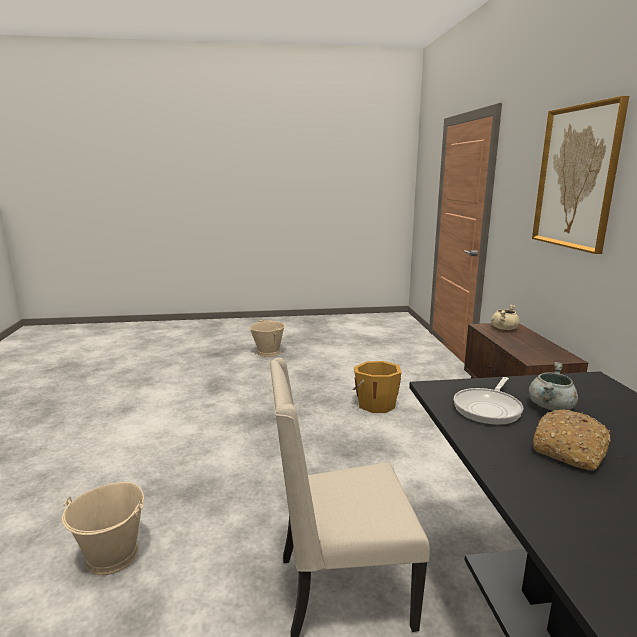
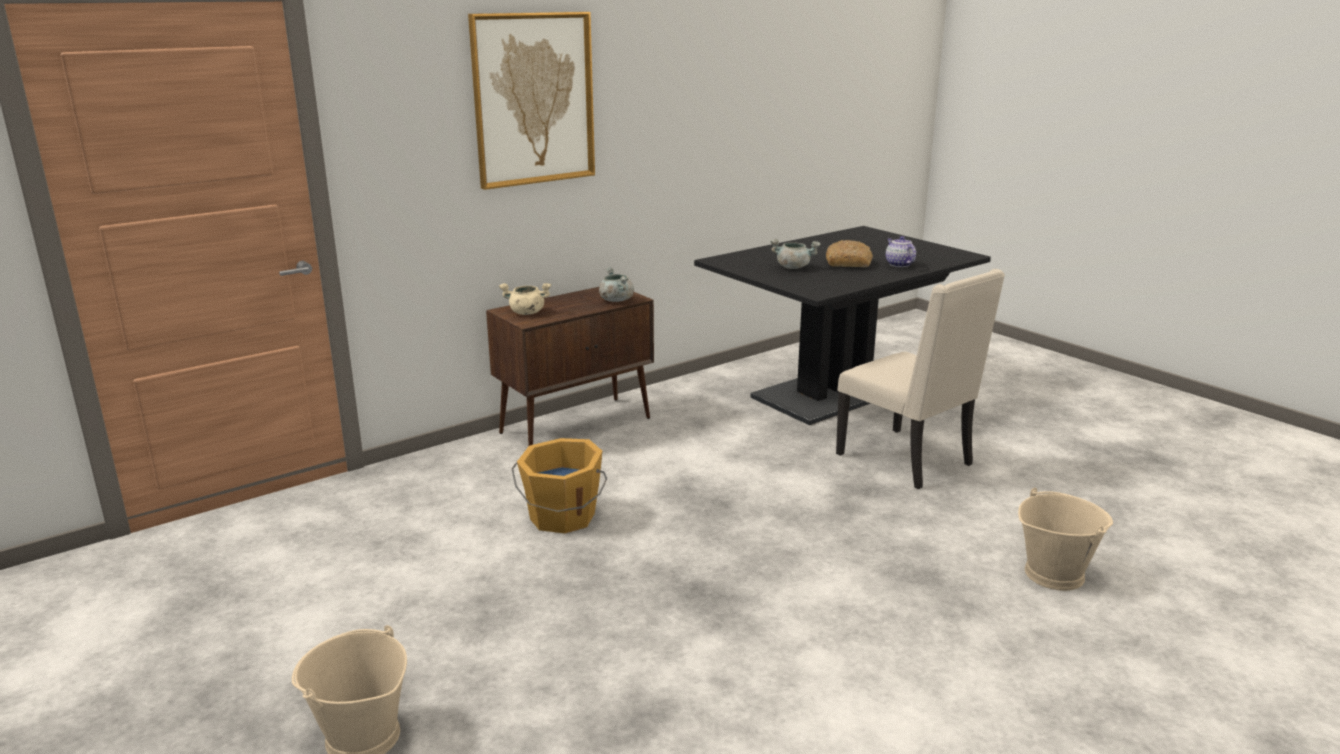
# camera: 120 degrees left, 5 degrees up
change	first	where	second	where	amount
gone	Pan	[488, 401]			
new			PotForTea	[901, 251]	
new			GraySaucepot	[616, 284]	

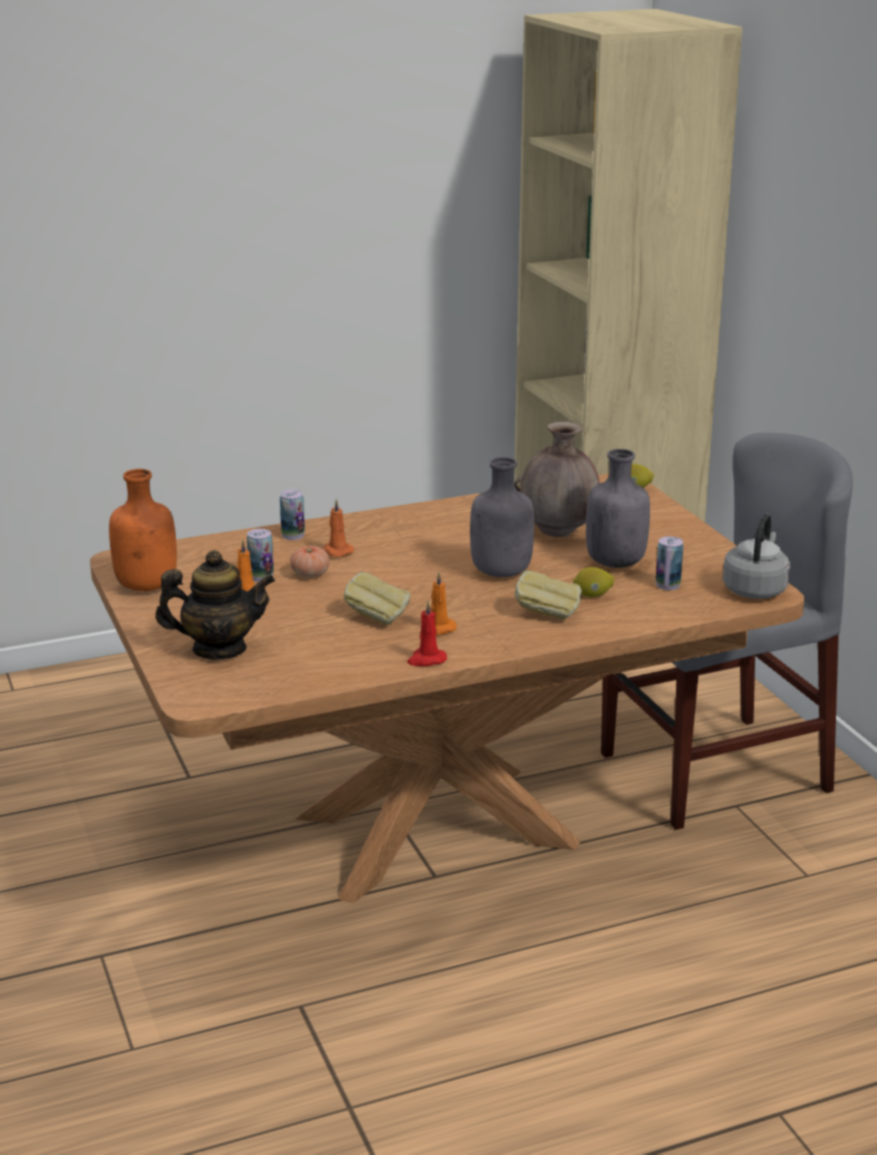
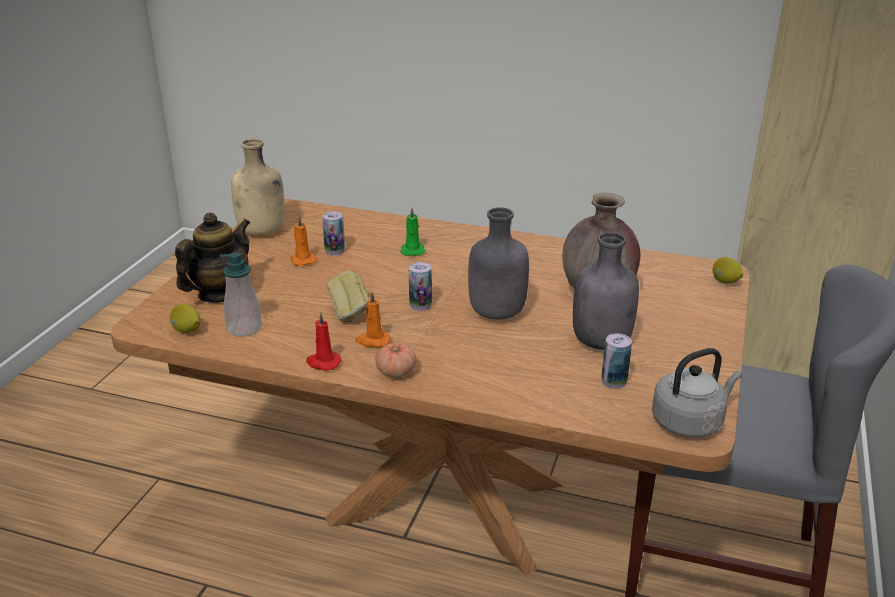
# camera: 40 degrees right, 5 degrees up
change	first	where	second	where	amount
repainted	OrangeyBeverageBottle	[143, 530]	BeigeColouredBeverageBottle	[258, 187]	
shifted	Can	[292, 515]		[420, 286]	
repainted	OrangeyCandle	[338, 528]	GreenishCandle	[413, 232]	
shifted	Tomato	[310, 562]		[396, 360]	
rotated	PotForTea	[215, 605]		[212, 257]	90 degrees counterclockwise
shifted	CitrusFruit	[594, 582]		[185, 318]	
gone	Bread	[548, 595]			
new			SoapDispenser	[240, 294]	

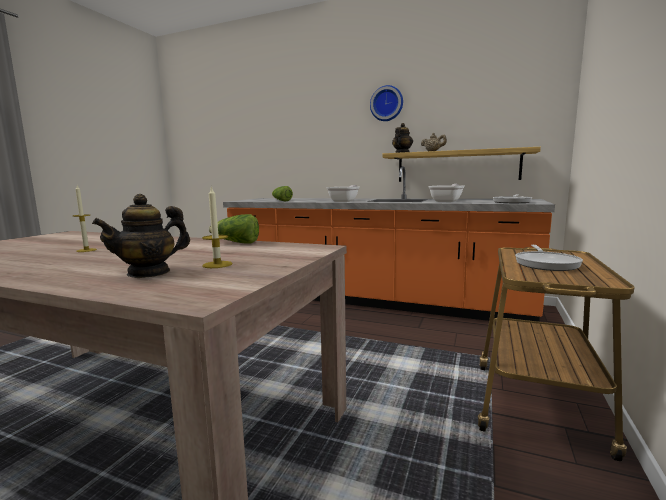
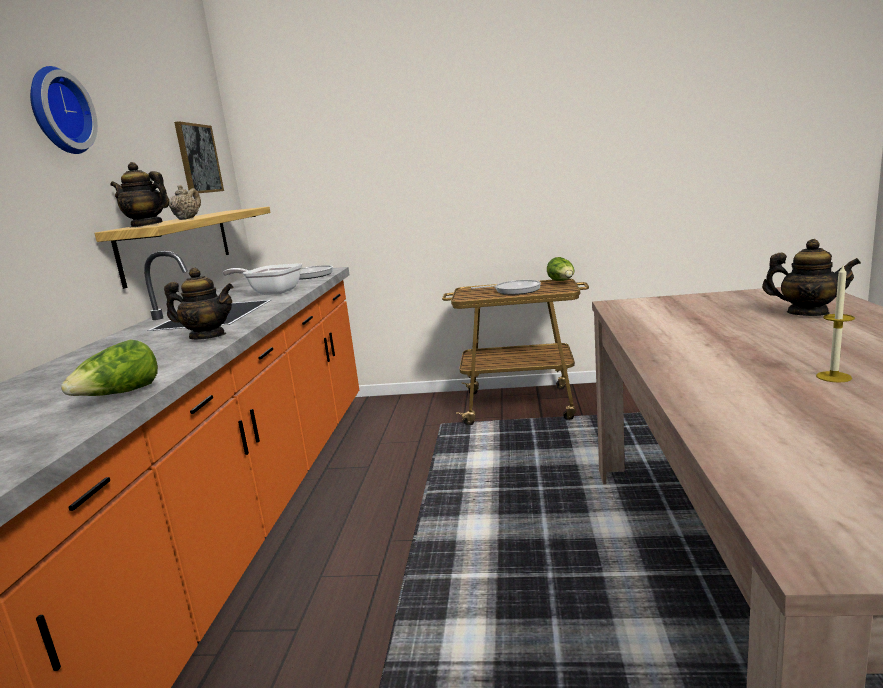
# camera: 105 degrees left, 5 degrees up
change	first	where	second	where	amount
swapped	Pan	[343, 193]	PotForTea	[198, 304]	
gone	Candle	[217, 227]			
shifted	LettuceHead	[234, 229]		[561, 269]	
new			WallArt	[199, 157]	

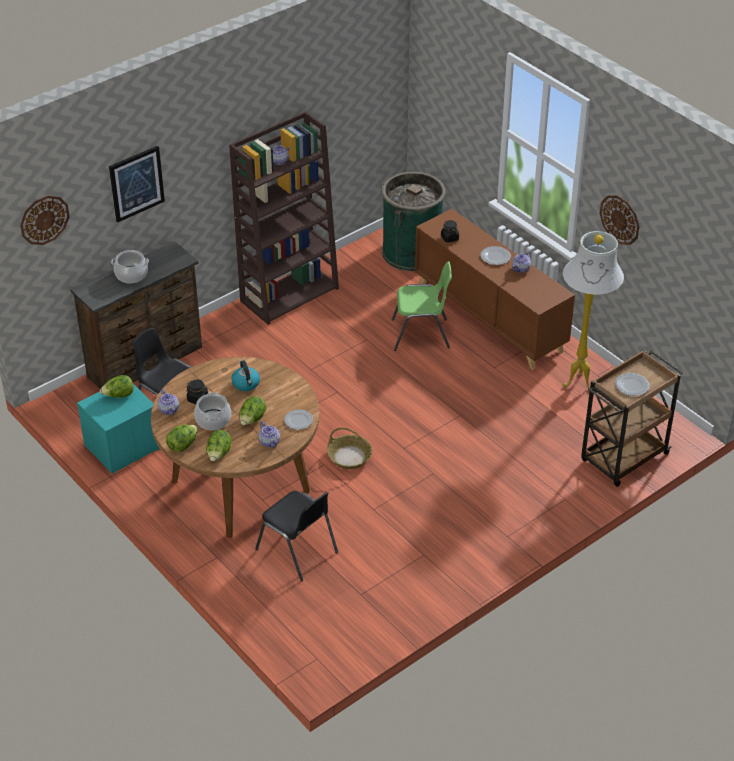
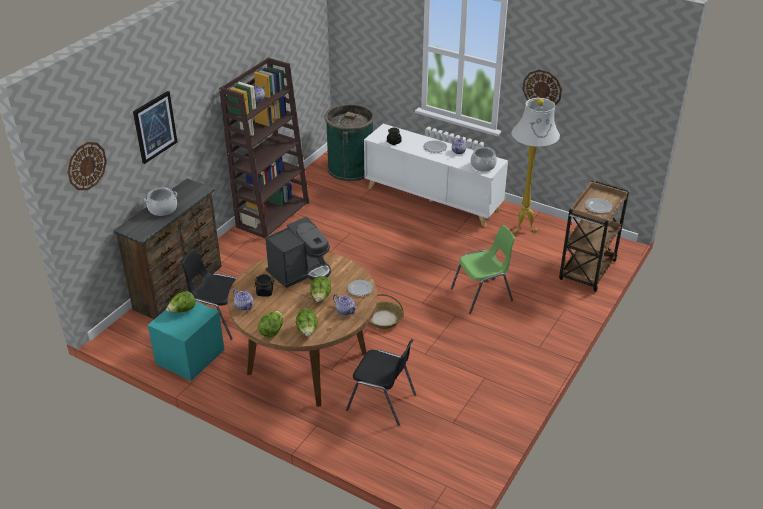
# camera: 20 degrees left, 5 degrees down
change	first	where	second	where	amount
repainted	BrownCabinet	[495, 289]	WhiteColouredCabinet	[436, 175]	
shifted	GreenishUprightChair	[421, 306]		[483, 269]	
swapped	WaterKettle	[245, 375]	CoffeeMaker	[298, 252]	
shifted	Saucepot	[212, 411]		[484, 159]	

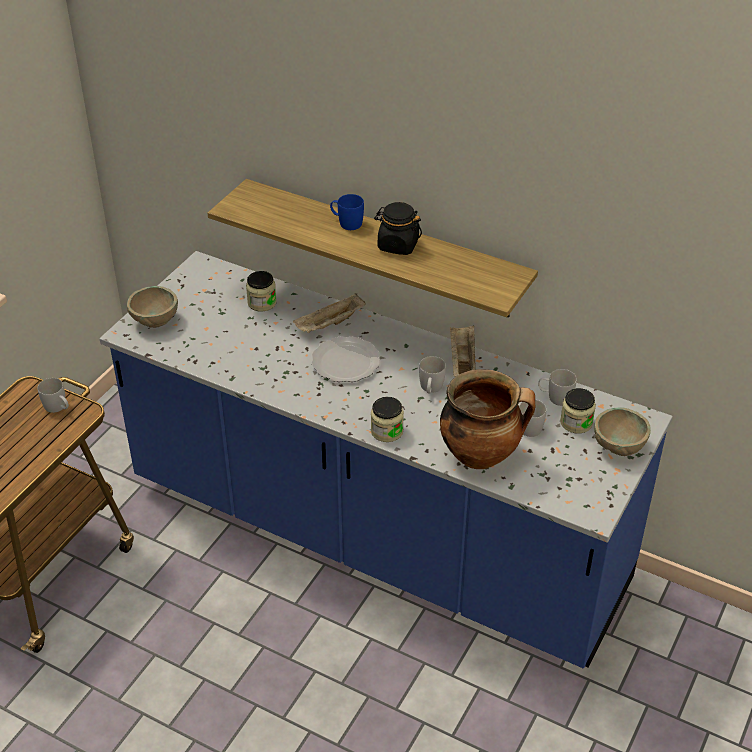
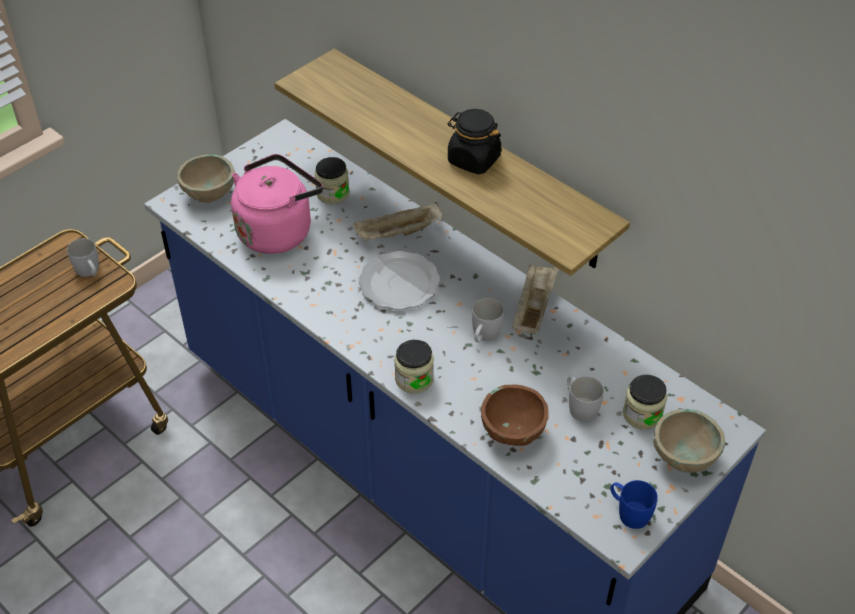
# camera: 15 degrees right, 5 degrees up
change	first	where	second	where	amount
shifted	BlueColouredMug	[347, 212]		[634, 504]	
swapped	Saucepot	[487, 419]	BrownDeepDish	[515, 415]	
gone	WhiteColouredMug	[557, 387]			
new			PinkishWaterKettle	[277, 204]	

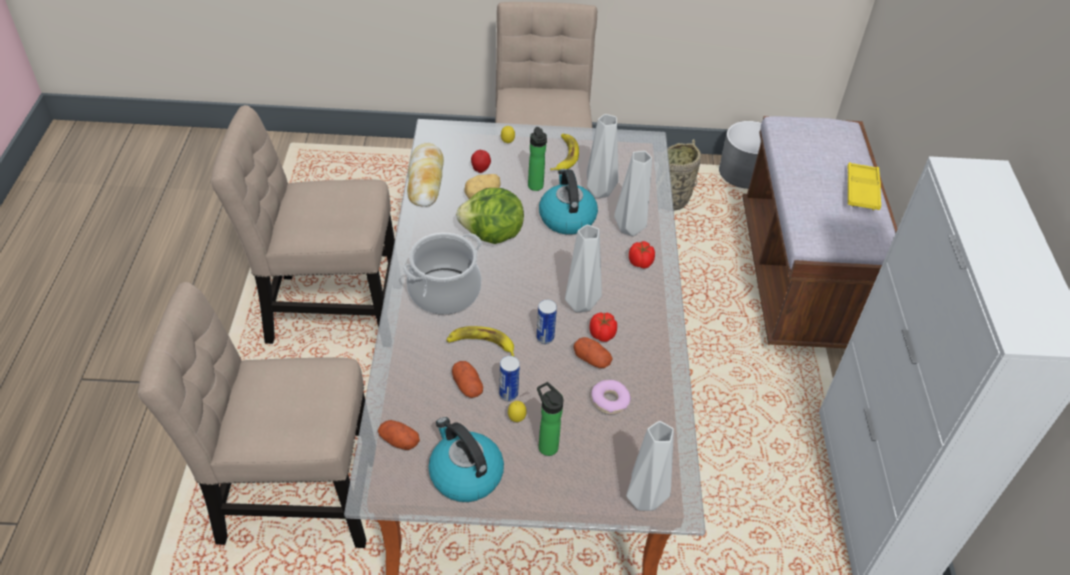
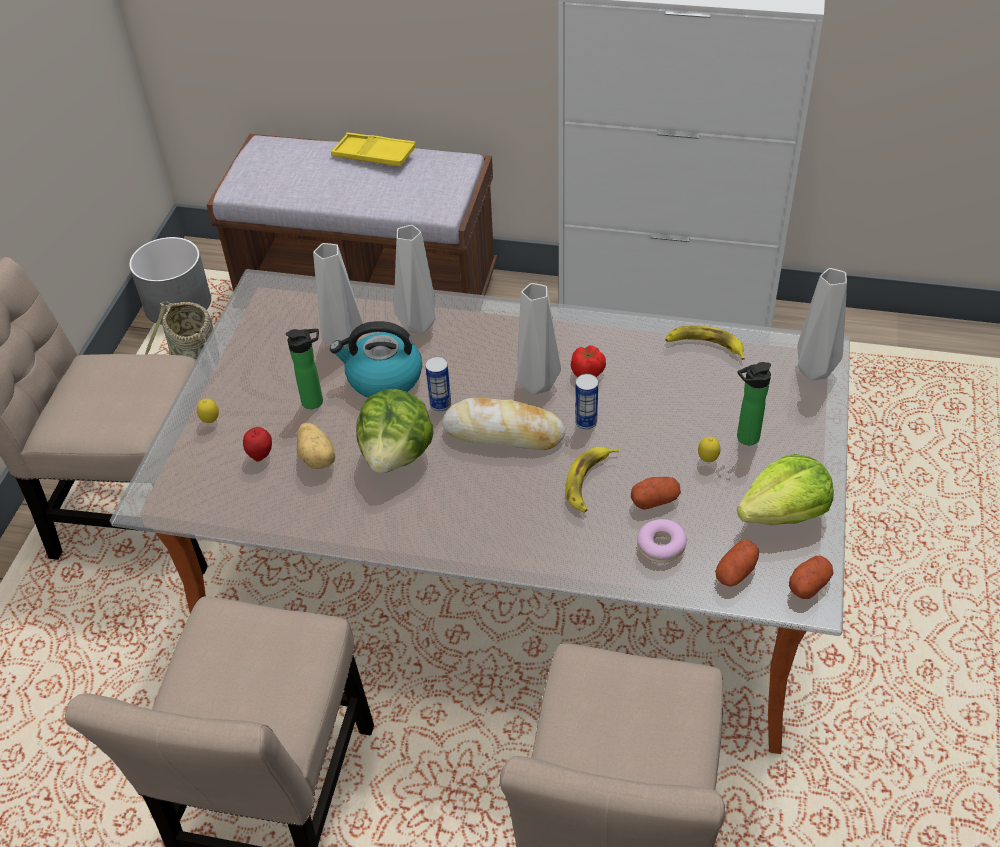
# camera: 75 degrees left, 0 degrees up
change	first	where	second	where	amount
shifted	BananaFruit	[564, 152]		[705, 342]	
shifted	Bread	[425, 175]		[504, 424]	
gone	Saucepot	[442, 274]			
gone	Tomato	[642, 254]			
shifted	Potato	[593, 352]		[811, 577]	
shifted	Can	[509, 378]		[438, 383]	
shifted	RingDoughnut	[611, 397]		[662, 541]	
swapped	WaterKettle	[466, 459]	LettuceHead	[785, 489]	

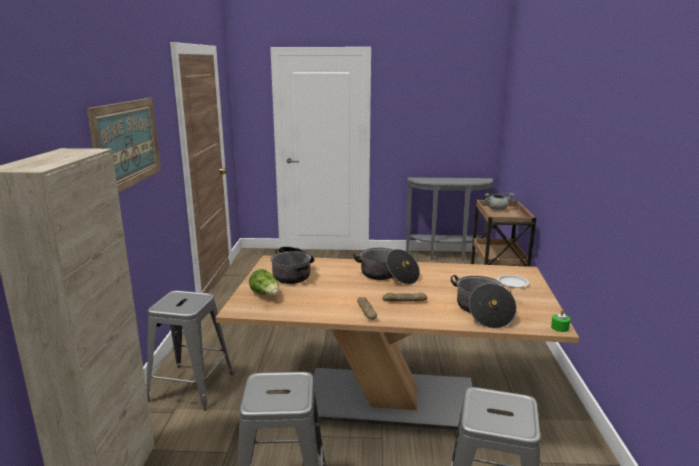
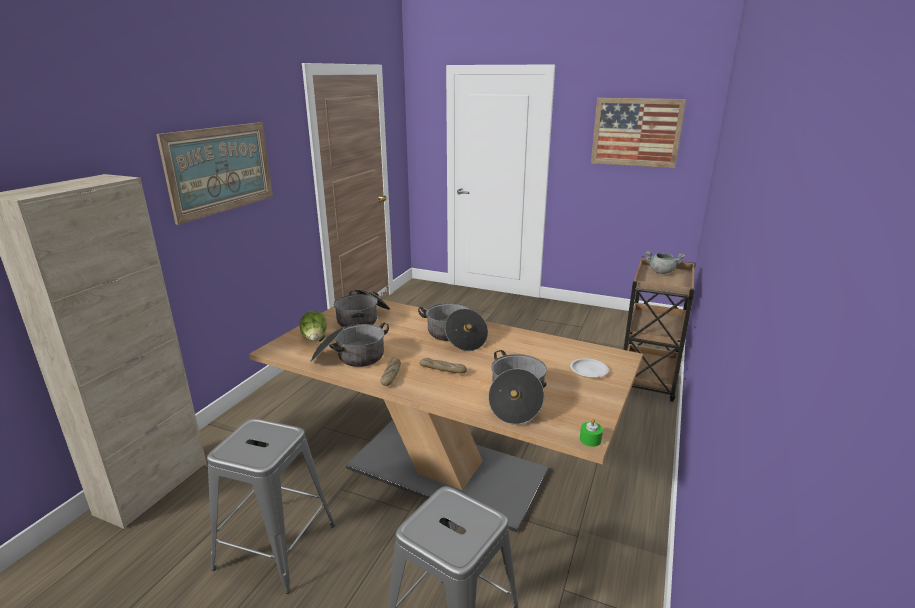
# camera: 20 degrees right, 5 degrees up
change	first	where	second	where	amount
gone	GrayConsoleTable	[450, 218]			
gone	GraySittingStool	[189, 350]			
new			WallArt	[638, 133]	
new			Saucepot	[349, 345]	

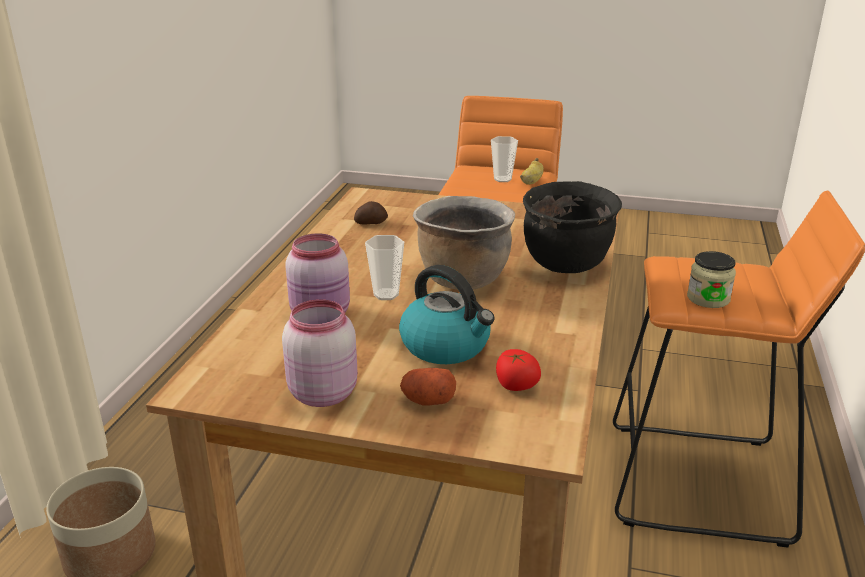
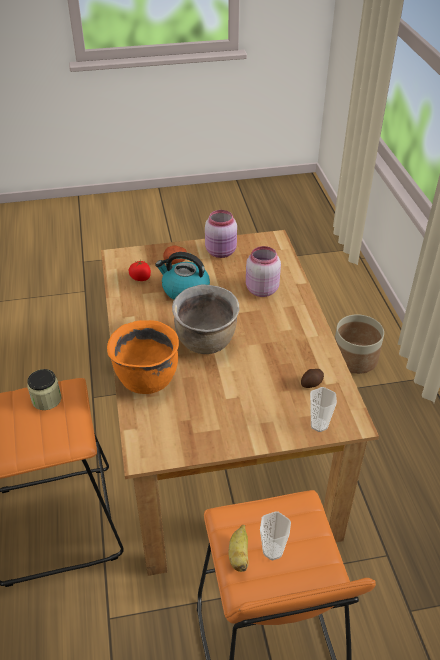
# camera: 155 degrees right, 15 degrees up
change	first	where	second	where	amount
repainted	BlackishSaucepot	[572, 227]	OrangeySaucepot	[143, 357]	
shifted	SmallCup	[384, 267]		[323, 409]	

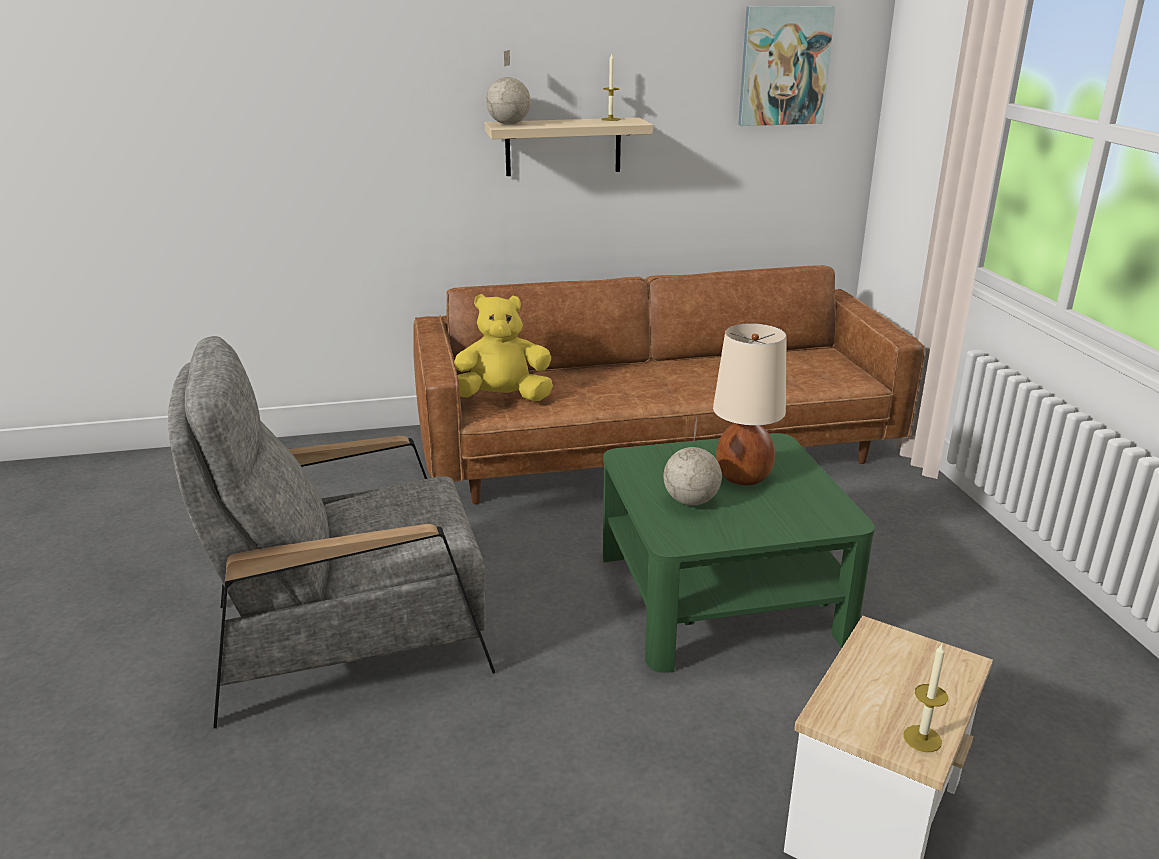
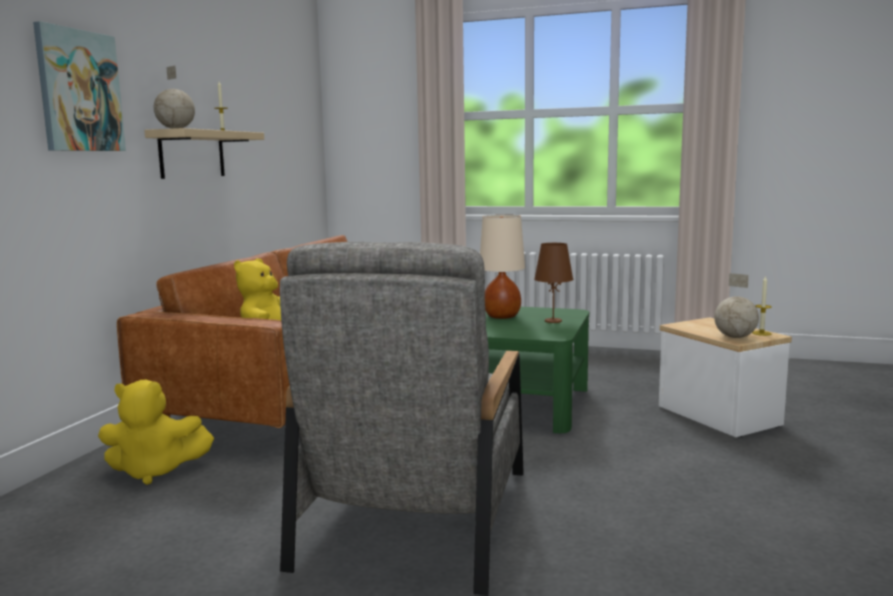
# camera: 60 degrees left, 15 degrees down
change	first	where	second	where	amount
shifted	WallArt	[786, 66]		[79, 86]	
shifted	DeskGlobe	[692, 461]		[736, 305]	
new			BrownTabletopLamp	[553, 283]	
new			YellowColouredCuddlyToy	[156, 432]	

